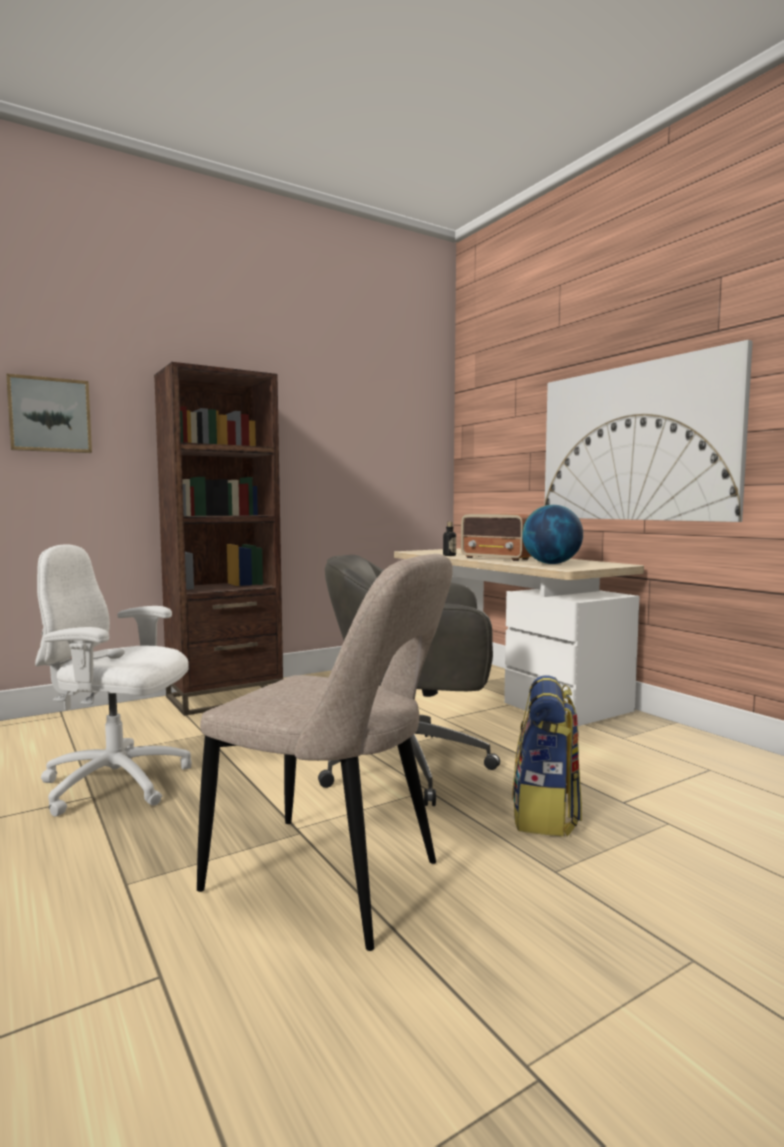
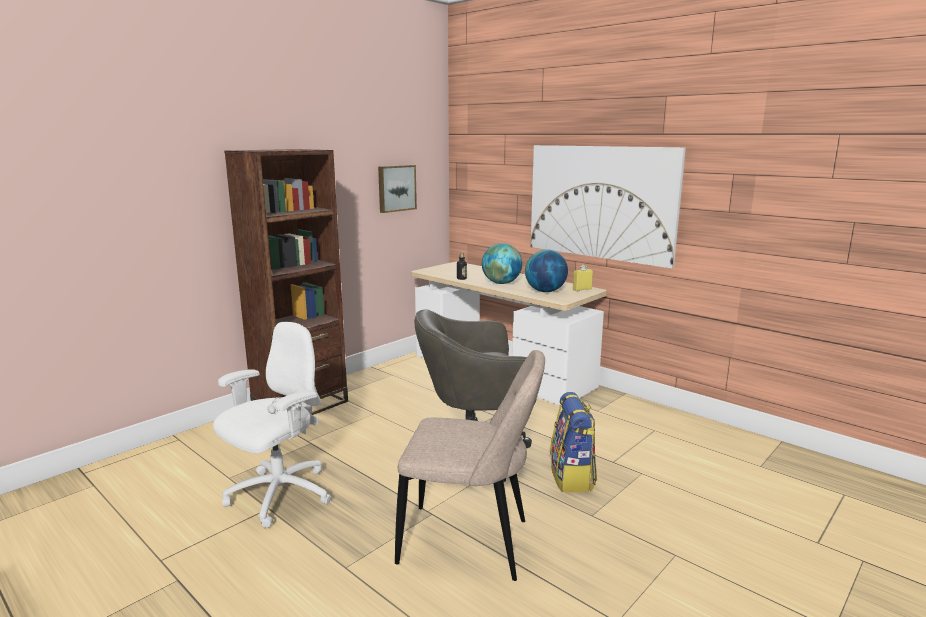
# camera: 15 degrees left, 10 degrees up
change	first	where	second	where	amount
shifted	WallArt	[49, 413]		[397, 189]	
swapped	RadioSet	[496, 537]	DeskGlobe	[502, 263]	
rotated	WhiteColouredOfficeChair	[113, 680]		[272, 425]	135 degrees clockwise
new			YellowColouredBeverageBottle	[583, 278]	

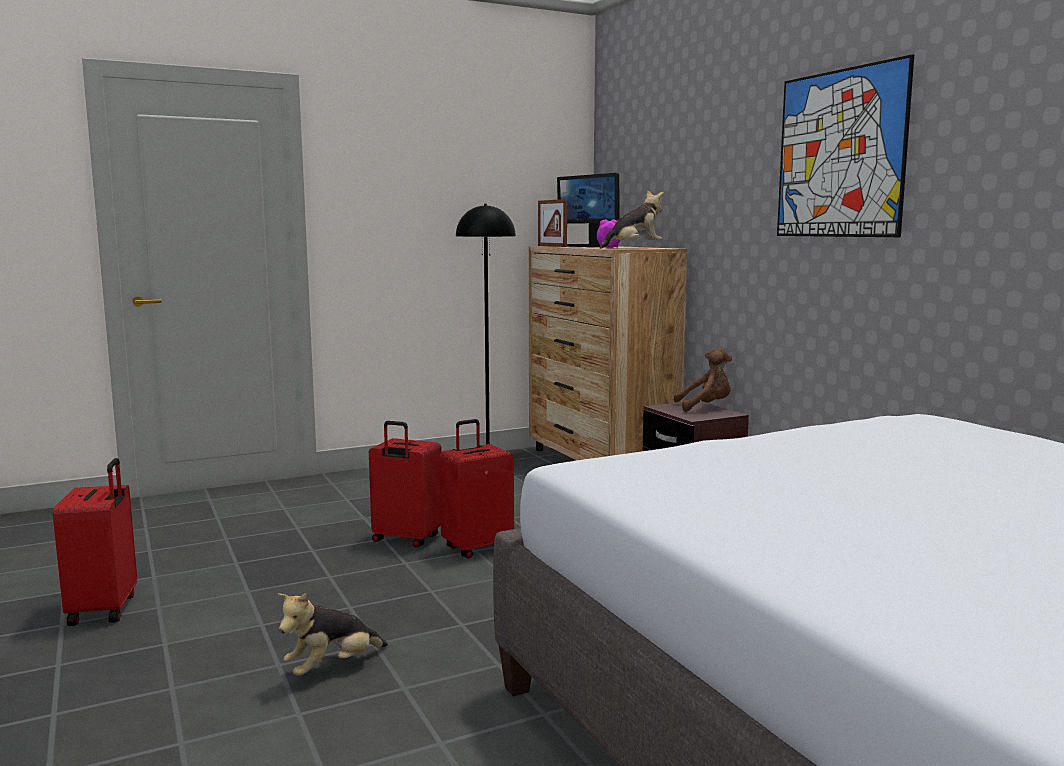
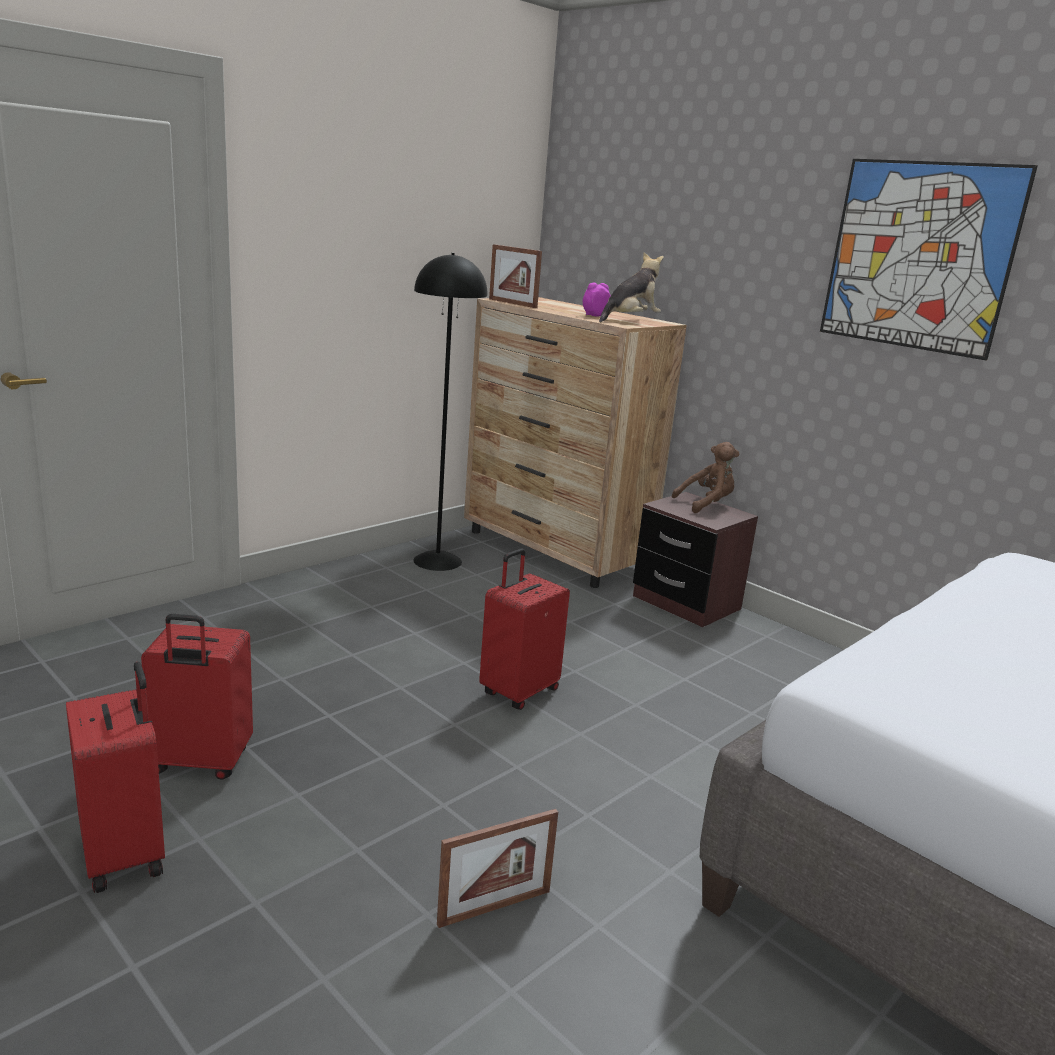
# camera: 20 degrees left, 10 degrees up
change	first	where	second	where	amount
gone	Monitor	[588, 210]			
shifted	RedColouredTravelCase	[405, 484]		[197, 697]	
swapped	CuddlyToy	[333, 634]	PhotoFrame	[497, 868]	

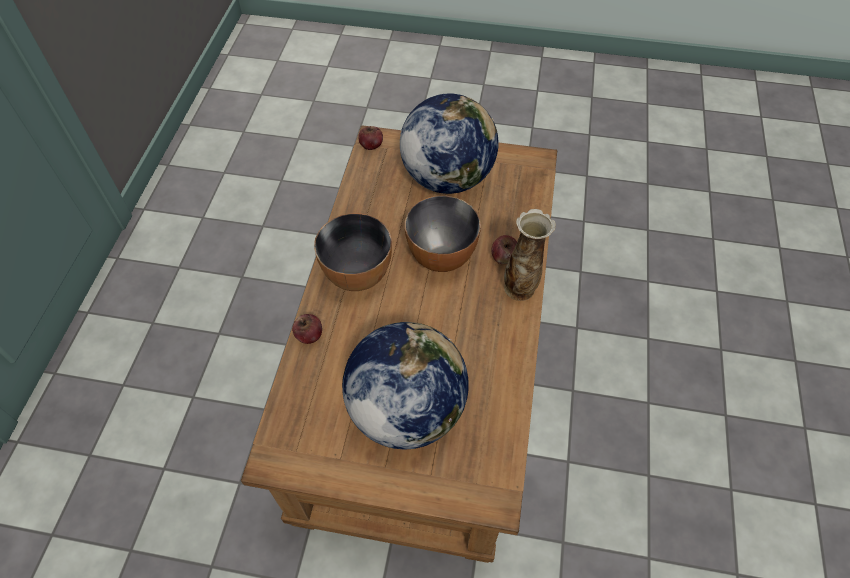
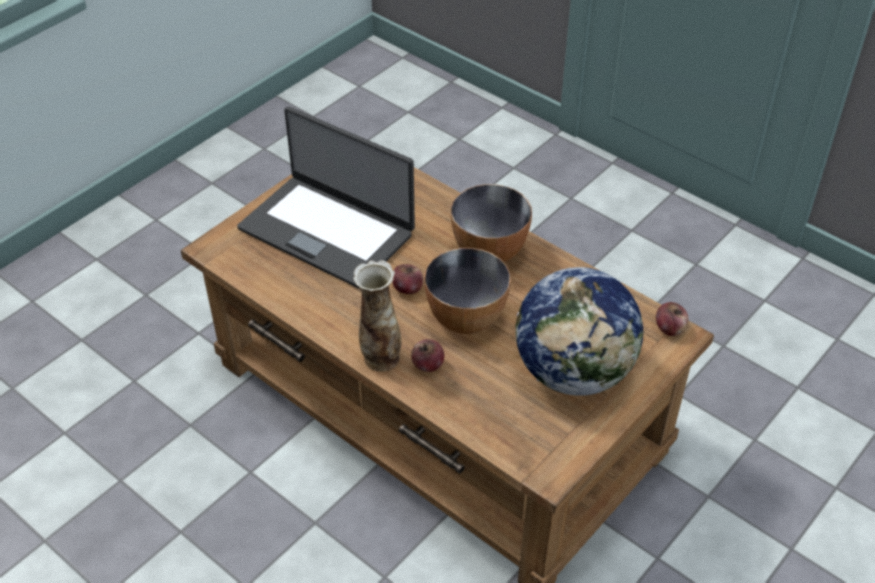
# camera: 120 degrees right, 10 degrees down
change	first	where	second	where	amount
shifted	Apple	[307, 329]		[408, 279]	
swapped	DeskGlobe	[405, 386]	NotebookComputer	[326, 197]	

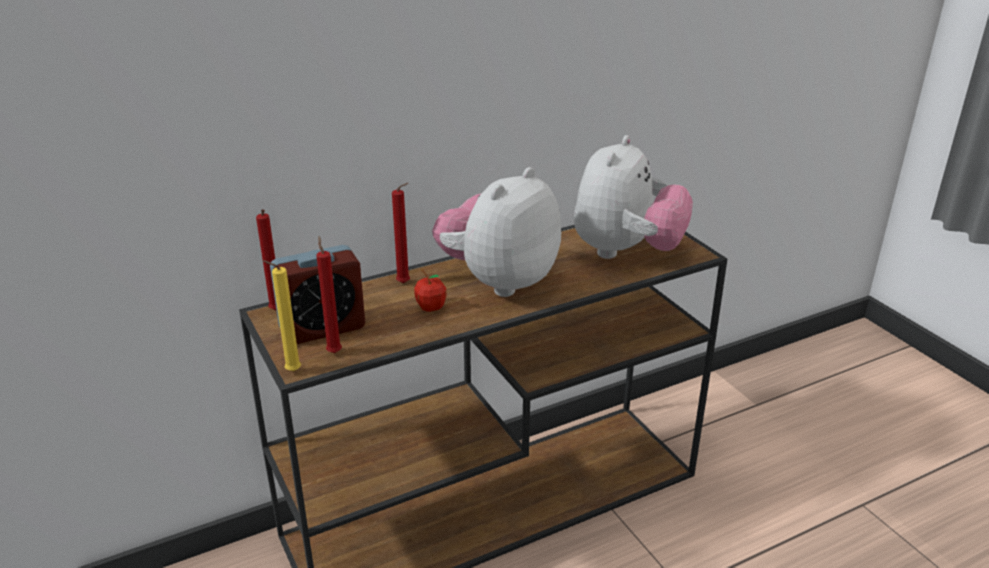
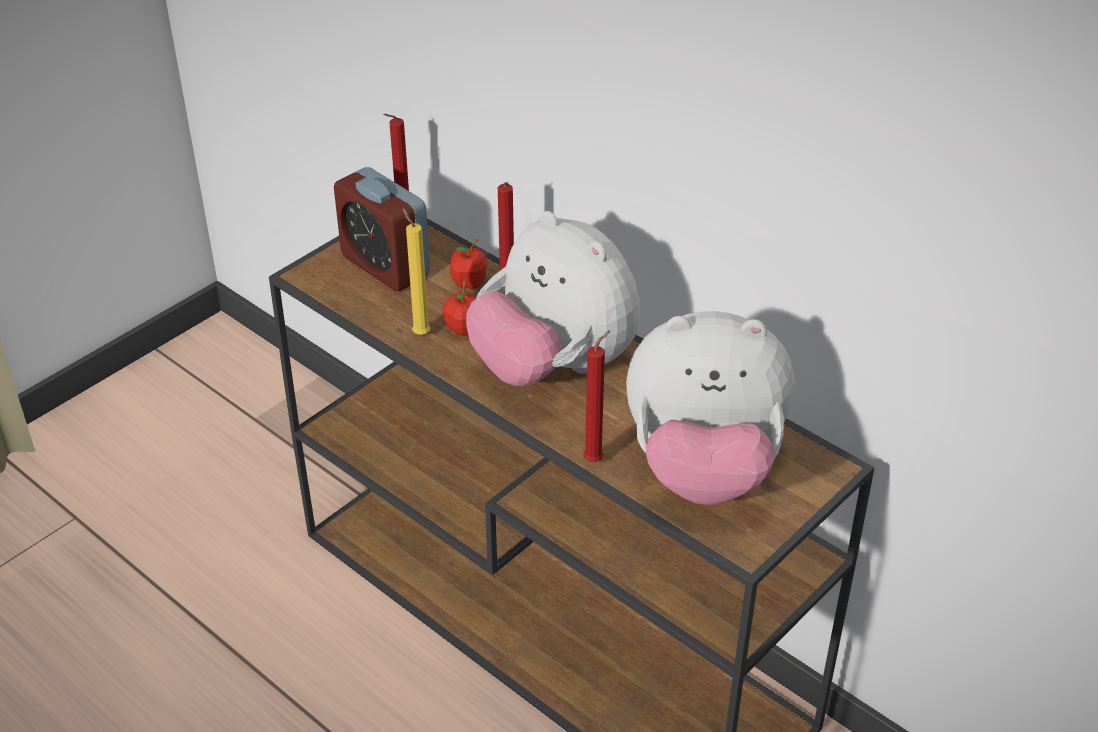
# camera: 70 degrees right, 10 degrees up
change	first	where	second	where	amount
rotated	CuddlyToy	[496, 232]		[553, 298]	150 degrees counterclockwise
shifted	RedColouredCandle	[329, 294]		[596, 396]	
shifted	YellowColouredCandle	[282, 315]		[416, 271]	
new			Apple	[468, 264]	

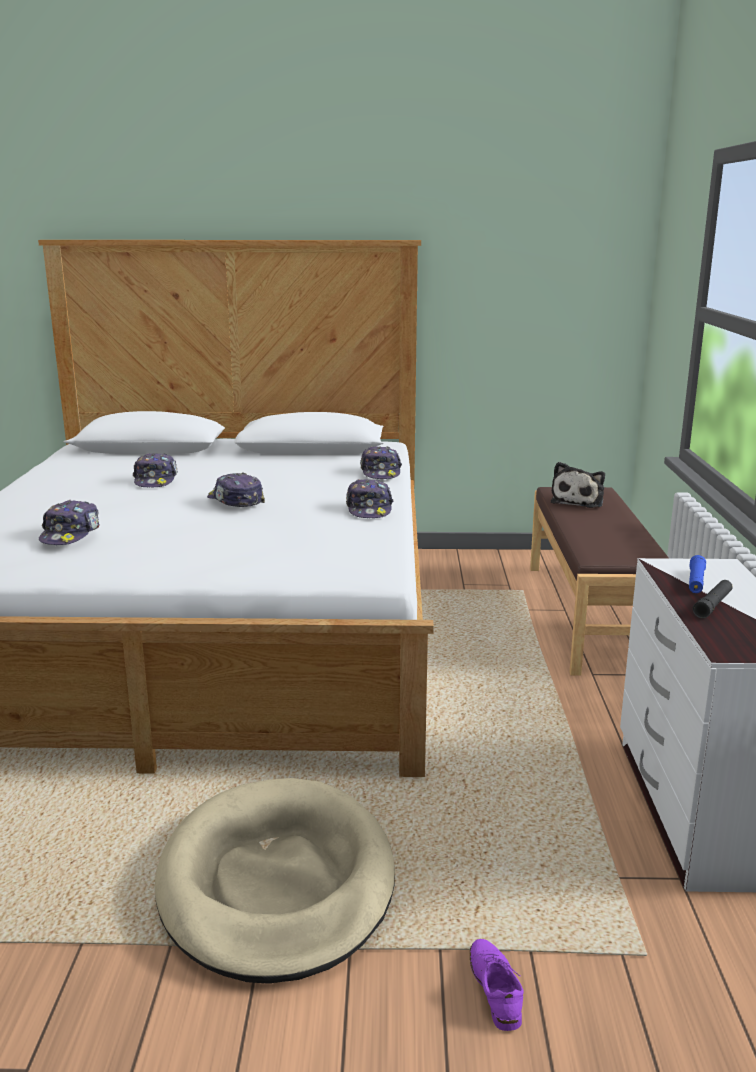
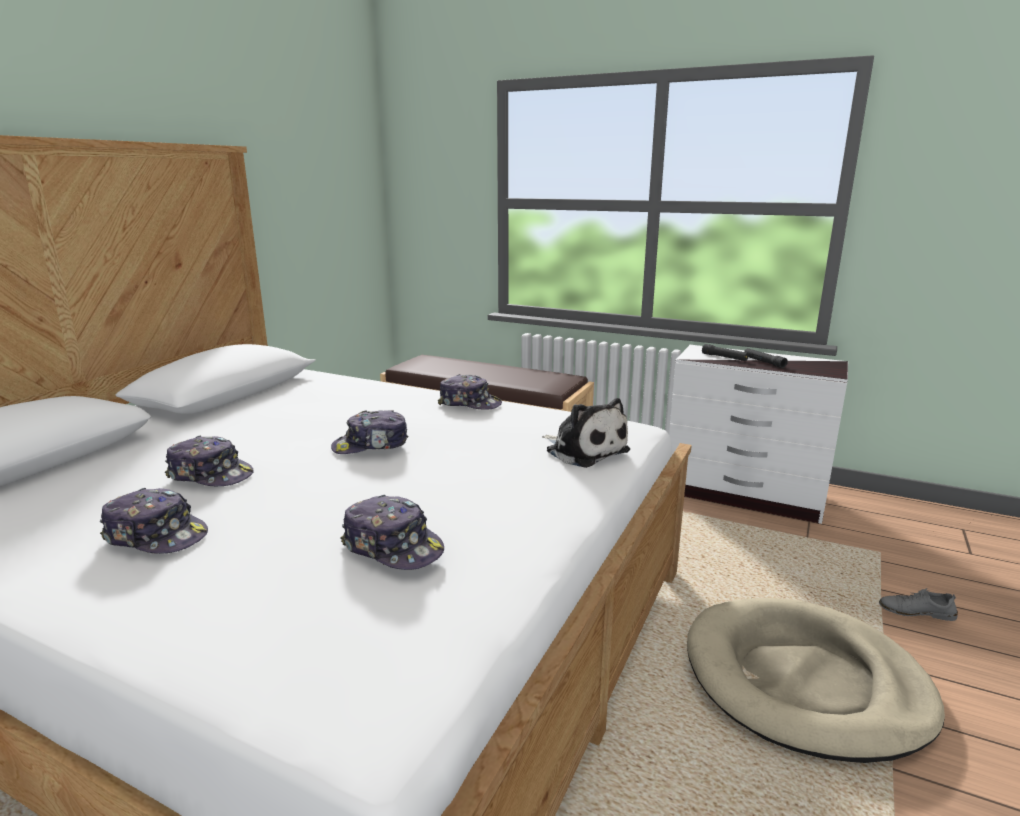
# camera: 65 degrees left, 0 degrees up
change	first	where	second	where	amount
shifted	BaseballCap	[381, 462]		[154, 521]	
shifted	CuddlyToy	[578, 485]		[586, 433]	
repainted	BlueColouredTorch	[697, 574]	BlackishTorch	[725, 352]	
repainted	PurplishItemOfFootwear	[497, 985]	GrayItemOfFootwear	[918, 604]	

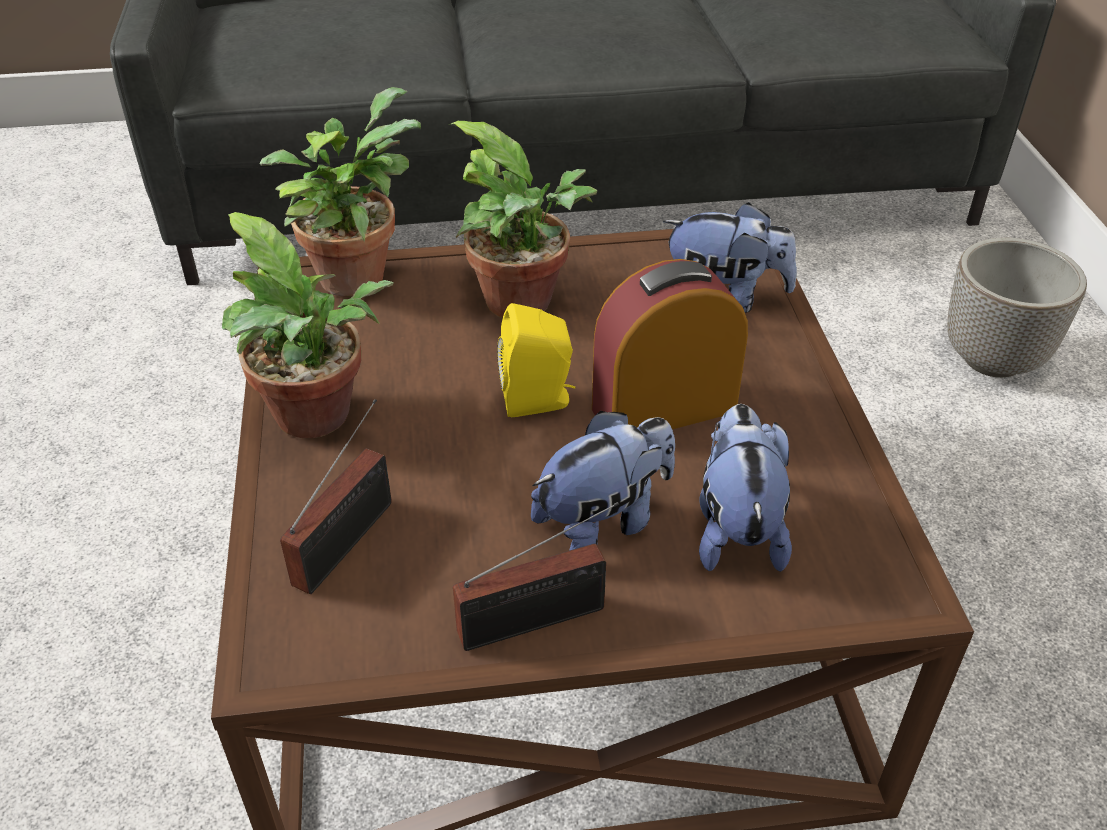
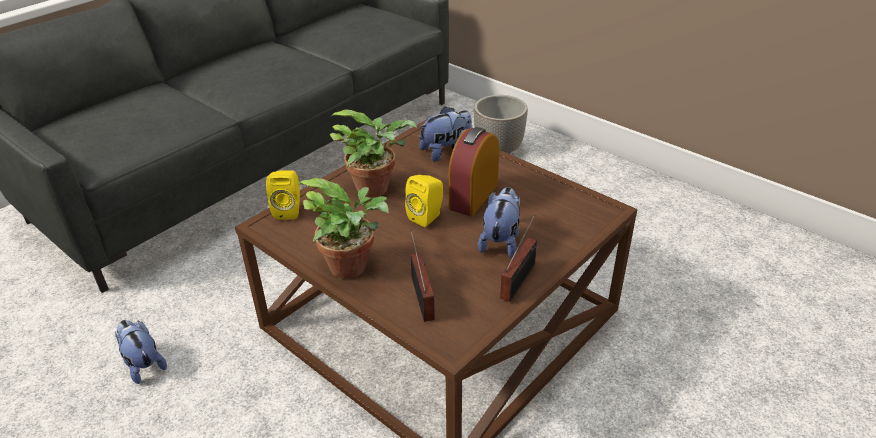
# camera: 40 degrees left, 5 degrees down
change	first	where	second	where	amount
swapped	PlantInAPot	[340, 192]	YellowColouredLoudspeaker	[283, 194]	
shifted	CuddlyToy	[745, 488]		[141, 352]	

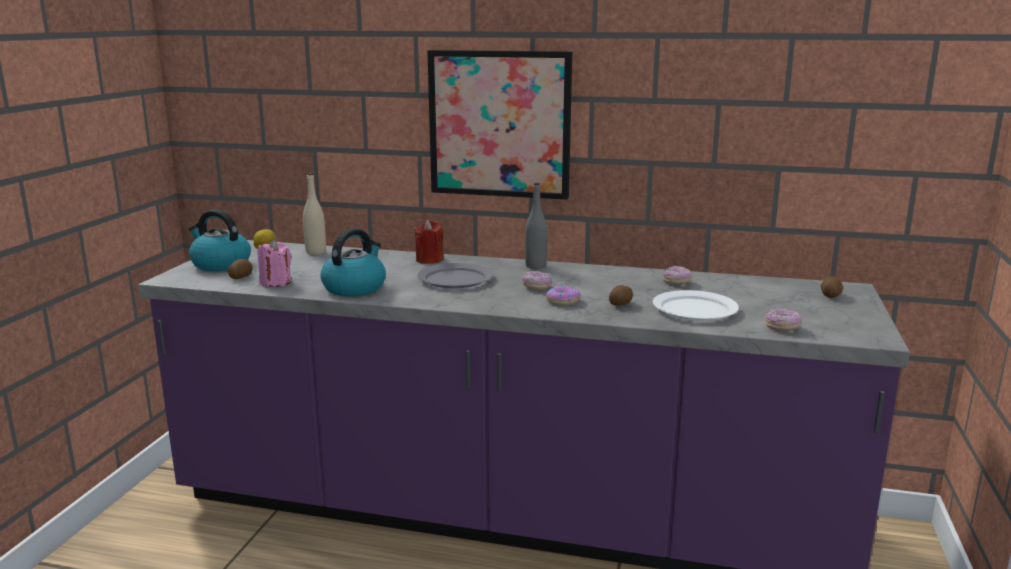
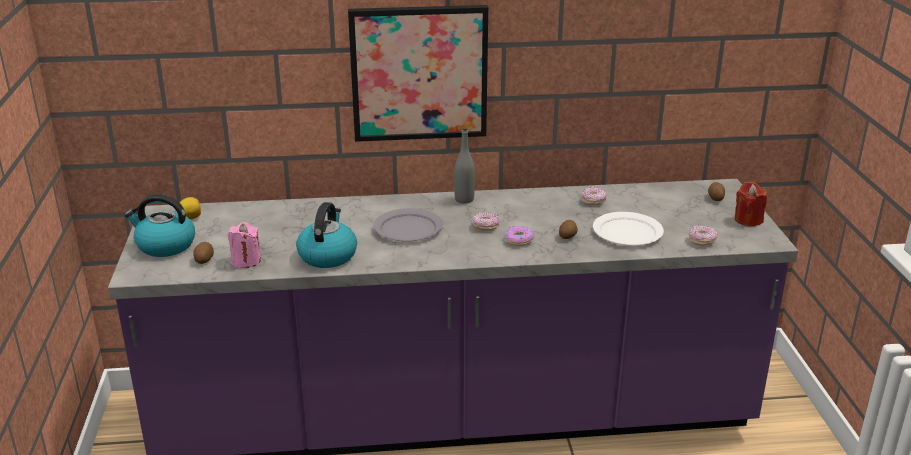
# camera: 20 degrees left, 10 degrees up
change	first	where	second	where	amount
gone	BeigeColouredBeverageBottle	[314, 214]			
shifted	RedColouredCandle	[429, 242]		[751, 204]	

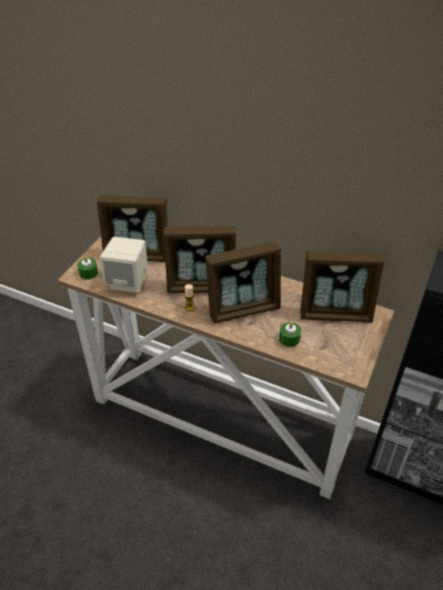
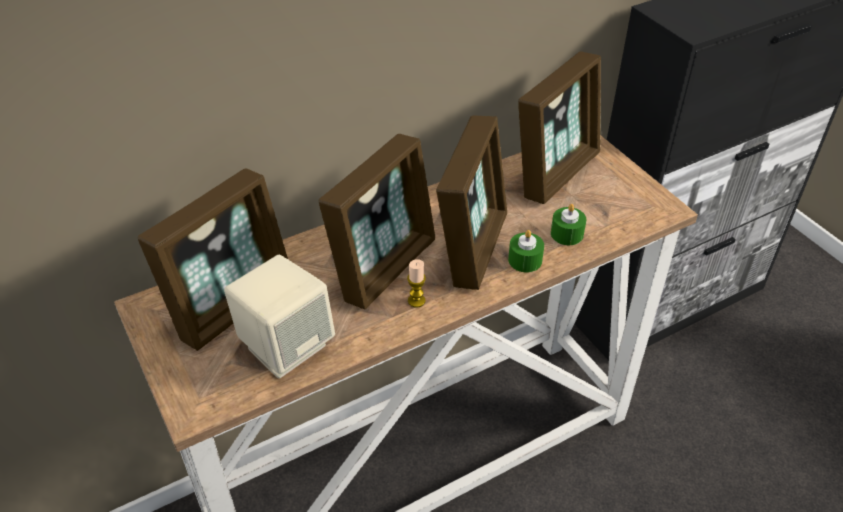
# camera: 55 degrees left, 0 degrees up
change	first	where	second	where	amount
shifted	GreenishCandle	[87, 268]		[526, 251]	

